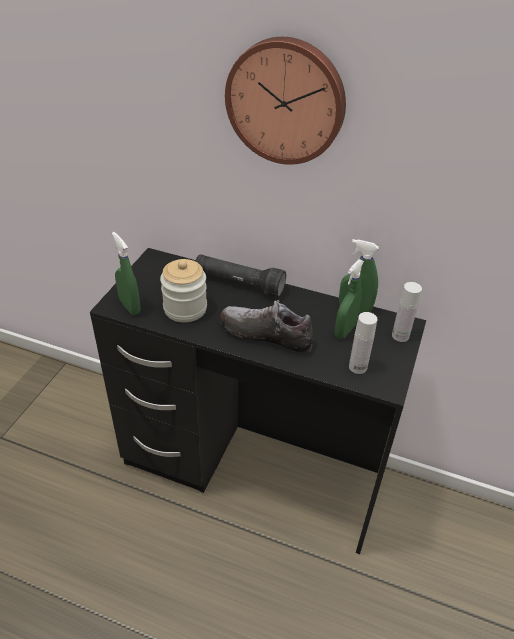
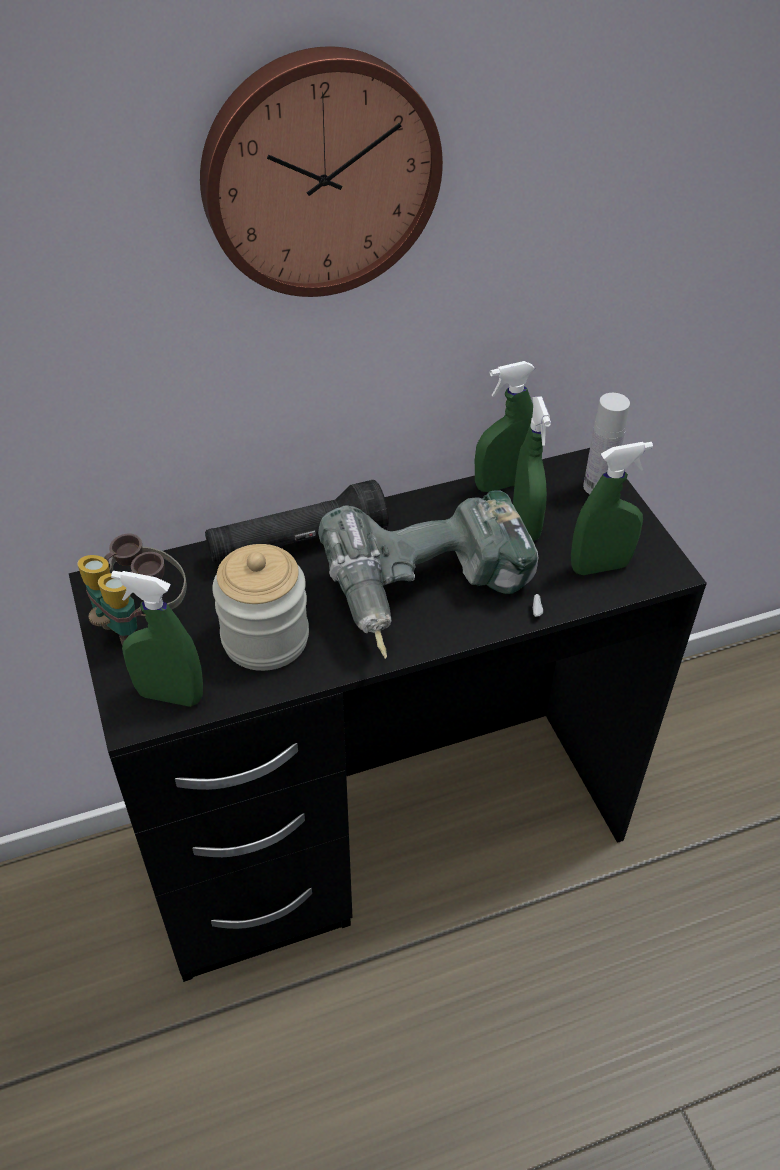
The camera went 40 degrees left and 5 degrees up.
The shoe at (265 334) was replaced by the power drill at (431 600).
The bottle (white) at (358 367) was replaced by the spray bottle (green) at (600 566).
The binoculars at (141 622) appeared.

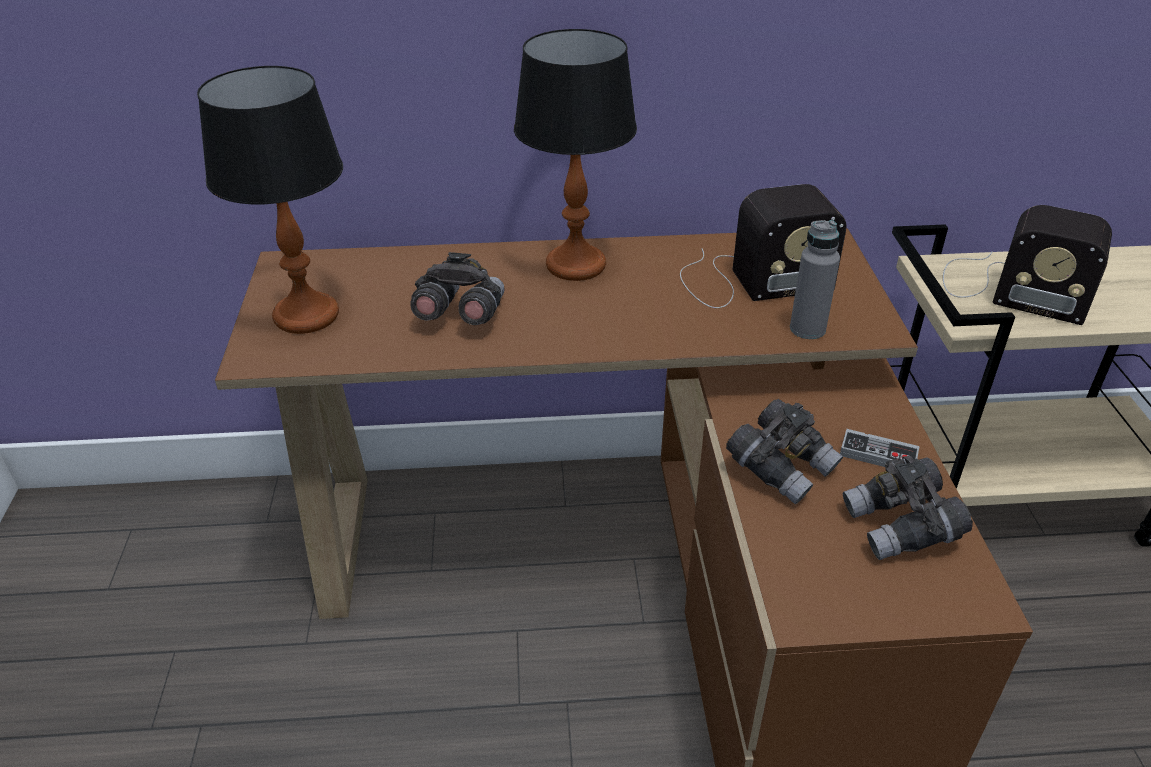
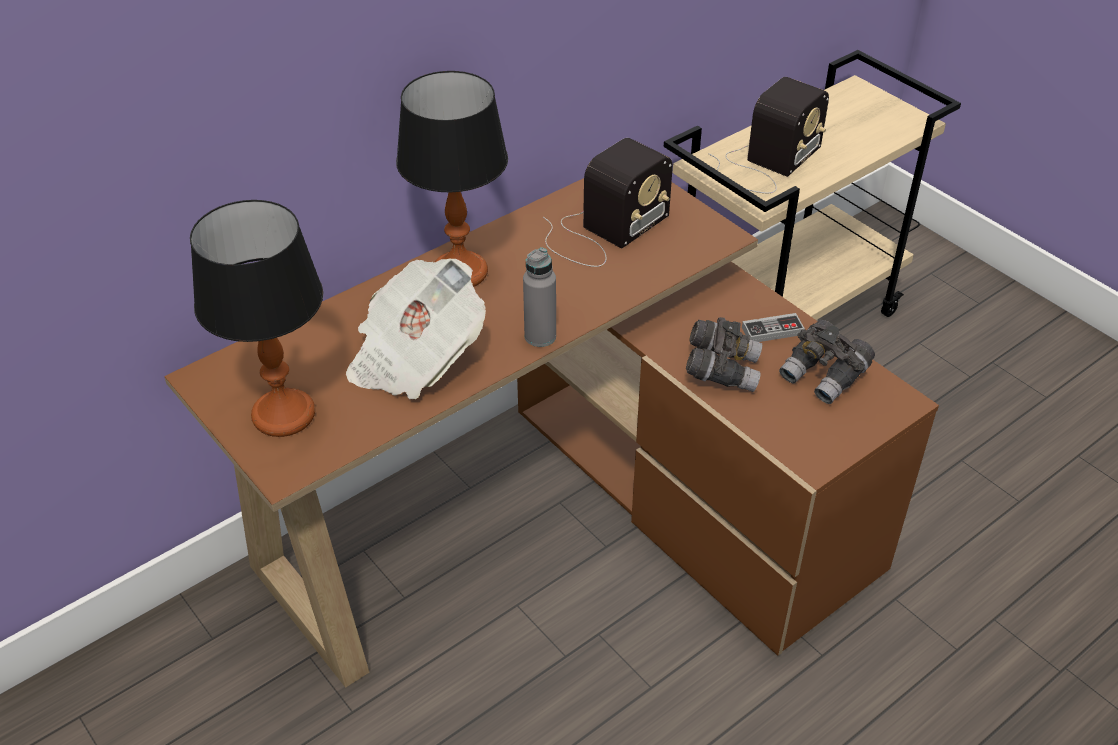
The camera went 35 degrees left and 5 degrees up.
The radio at (1008 289) turned 45 degrees counterclockwise.
The bottle (grey) moved from (807 329) to (540 336).
The binoculars (grey) at (460 316) was replaced by the newspaper at (415 357).

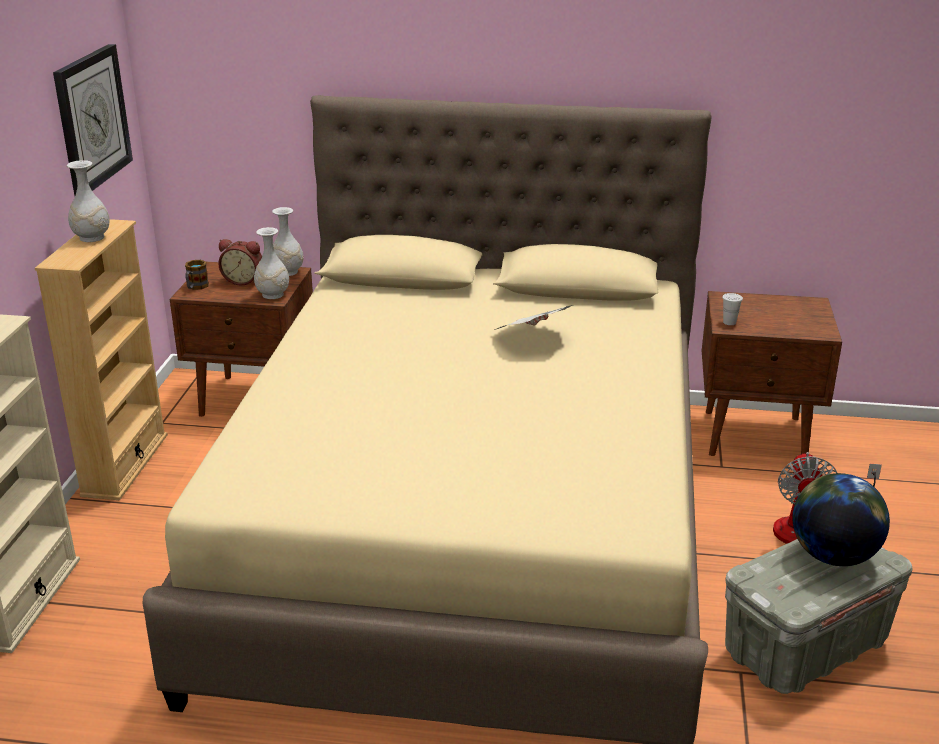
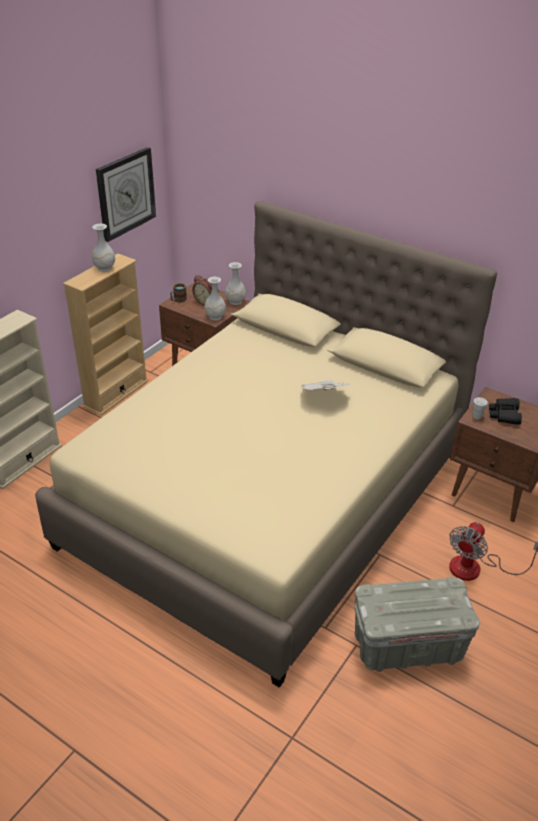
The camera went 25 degrees right and 10 degrees up.
The globe at (833 556) disappeared.
The binoculars (black) at (504 415) appeared.

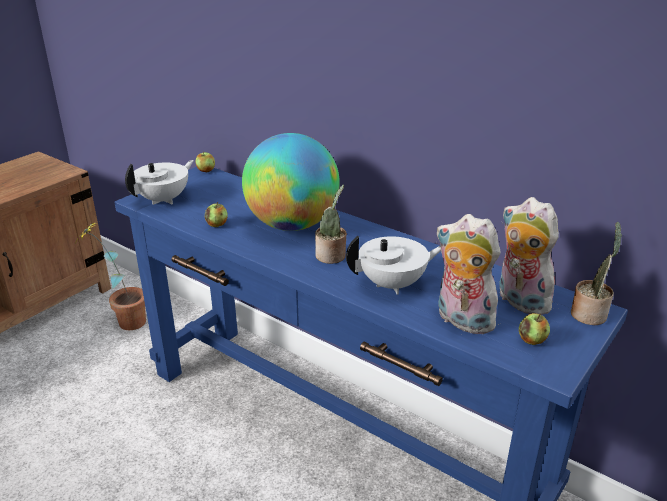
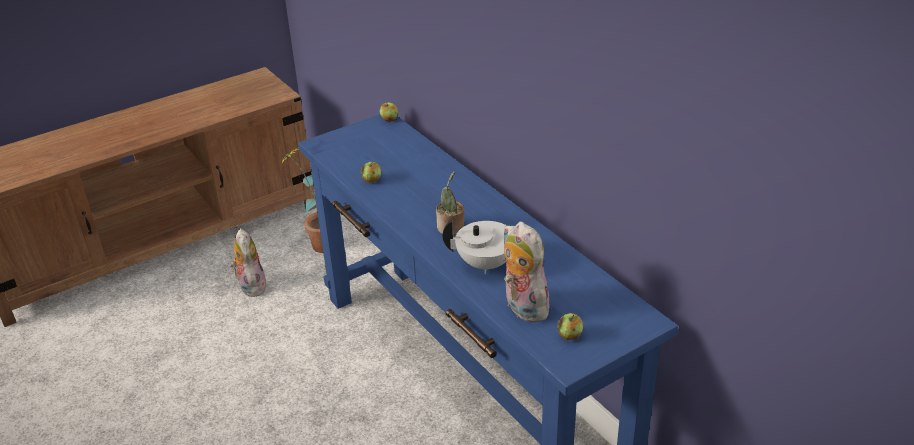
The camera went 20 degrees right and 5 degrees up.
The globe at (292 225) disappeared.
The teapot (white) at (164 200) disappeared.
The plush toy moved from (519 301) to (251 286).
The potted plant at (590 314) disappeared.

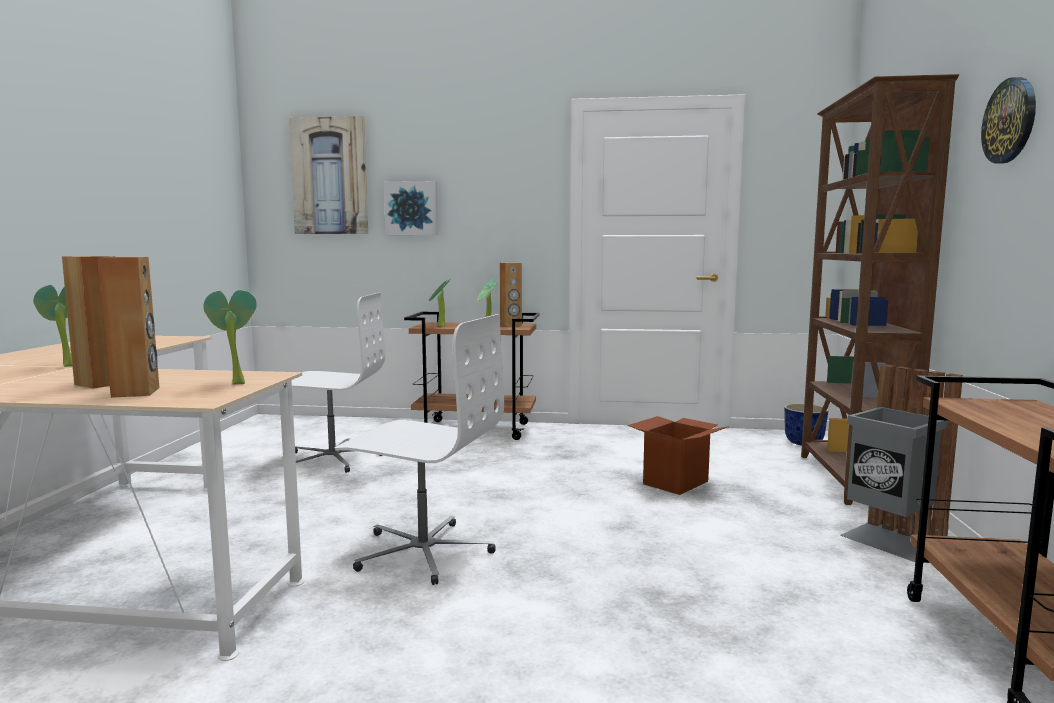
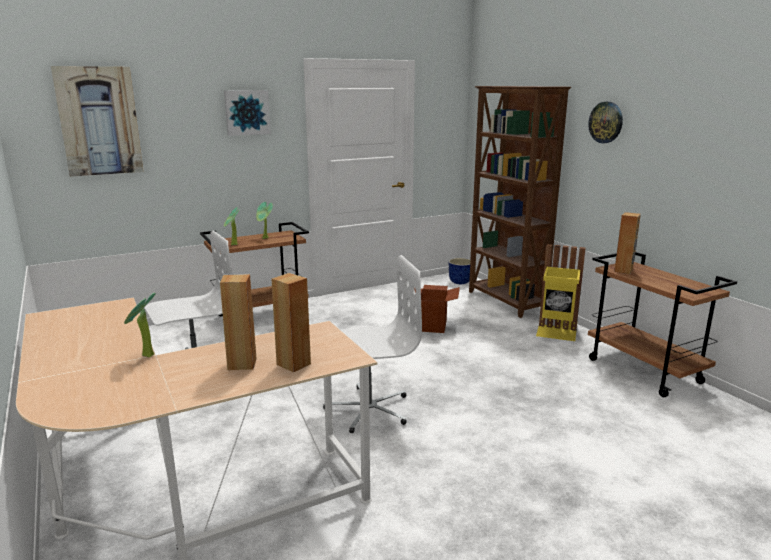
The camera went 35 degrees left and 10 degrees up.
The picture moved from (412 208) to (247 112).
The speaker (brown) moved from (511 325) to (623 271).
The potted plant at (235 383) disappeared.
The trash can (grey) at (890 541) became the trash can (yellow) at (556 333).

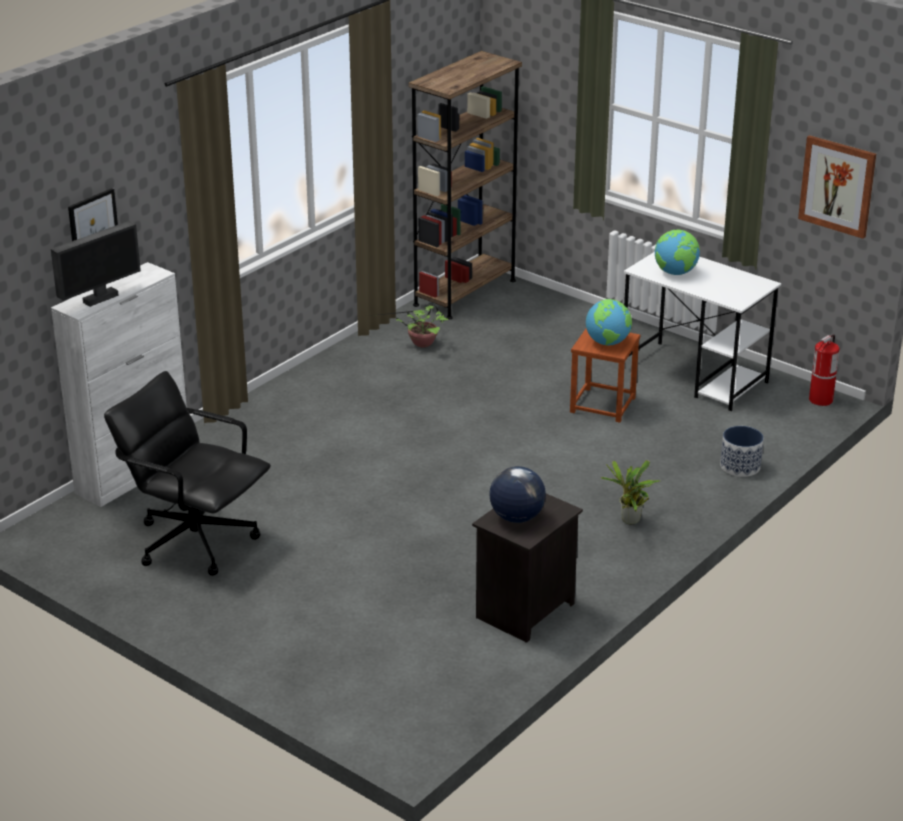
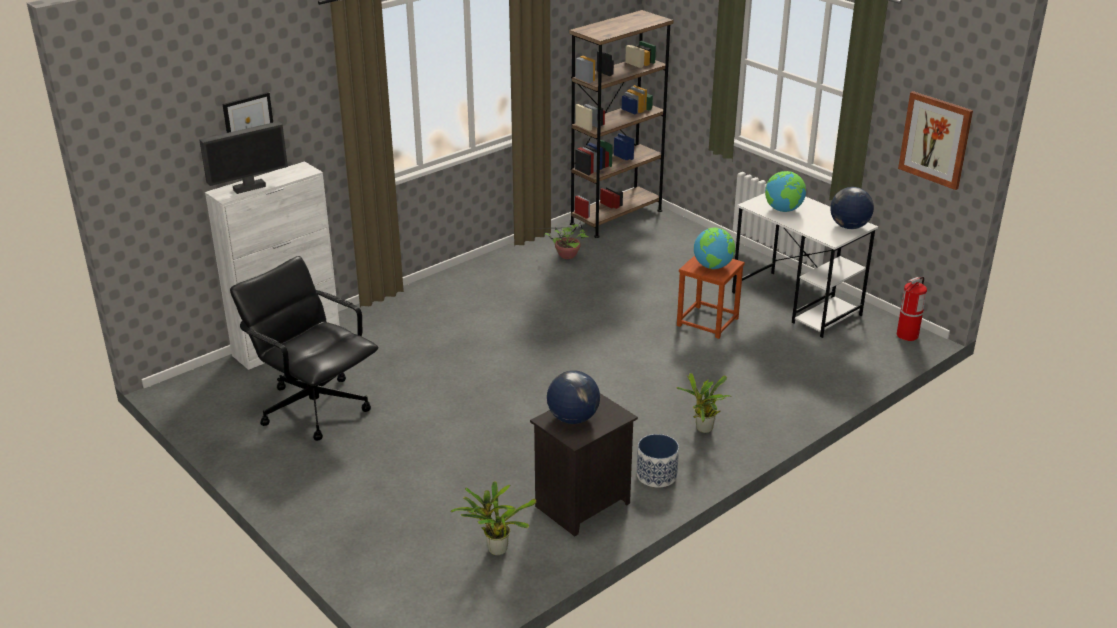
The camera went 10 degrees right and 0 degrees up.
The planter moved from (740 467) to (656 475).
The globe at (849 227) appeared.
The potted plant at (495 549) appeared.

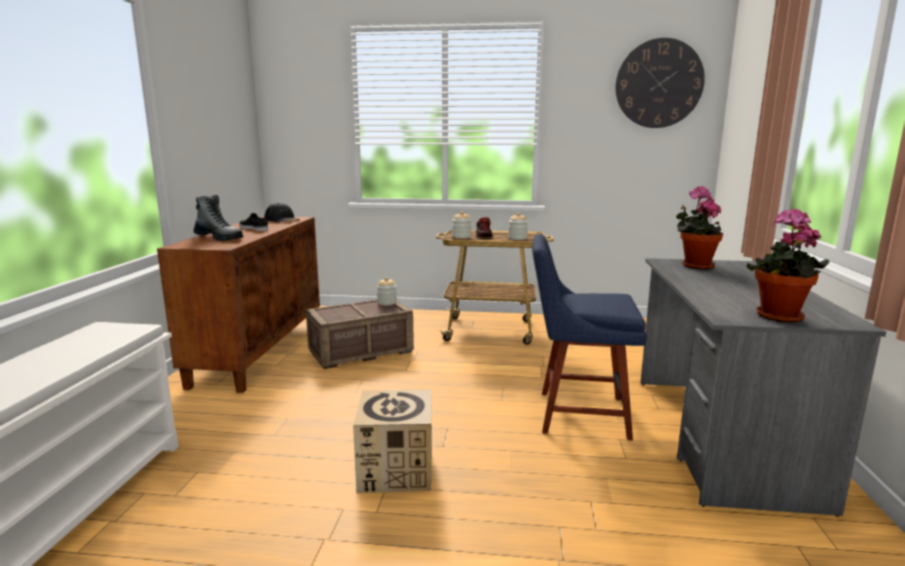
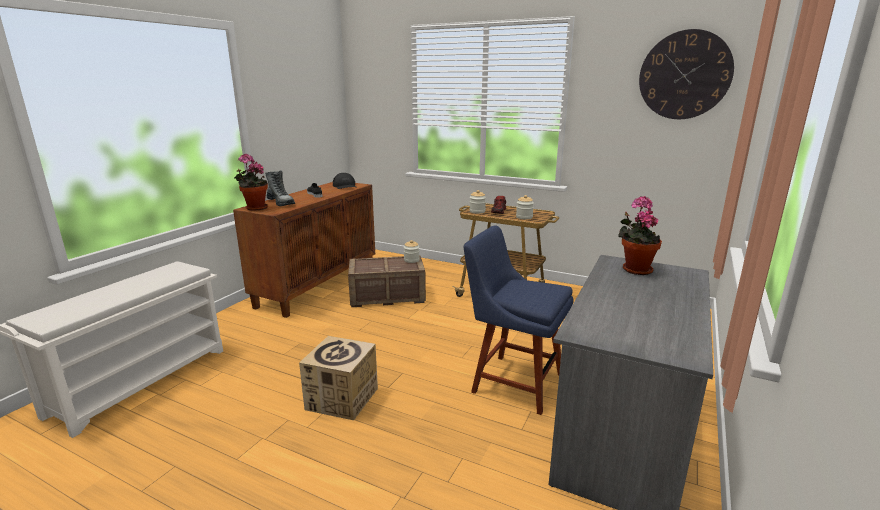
The camera went 20 degrees right and 5 degrees up.
The potted plant moved from (778 318) to (254 208).

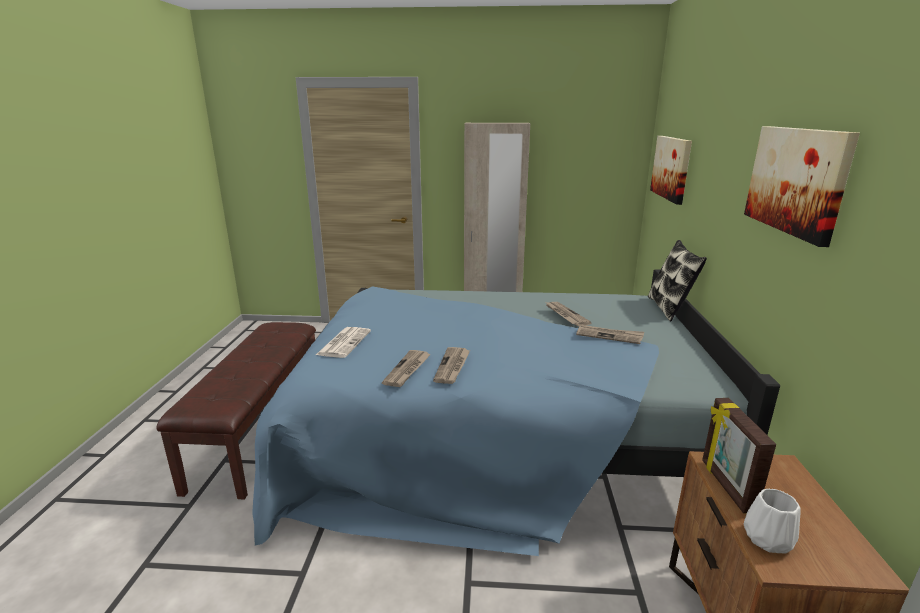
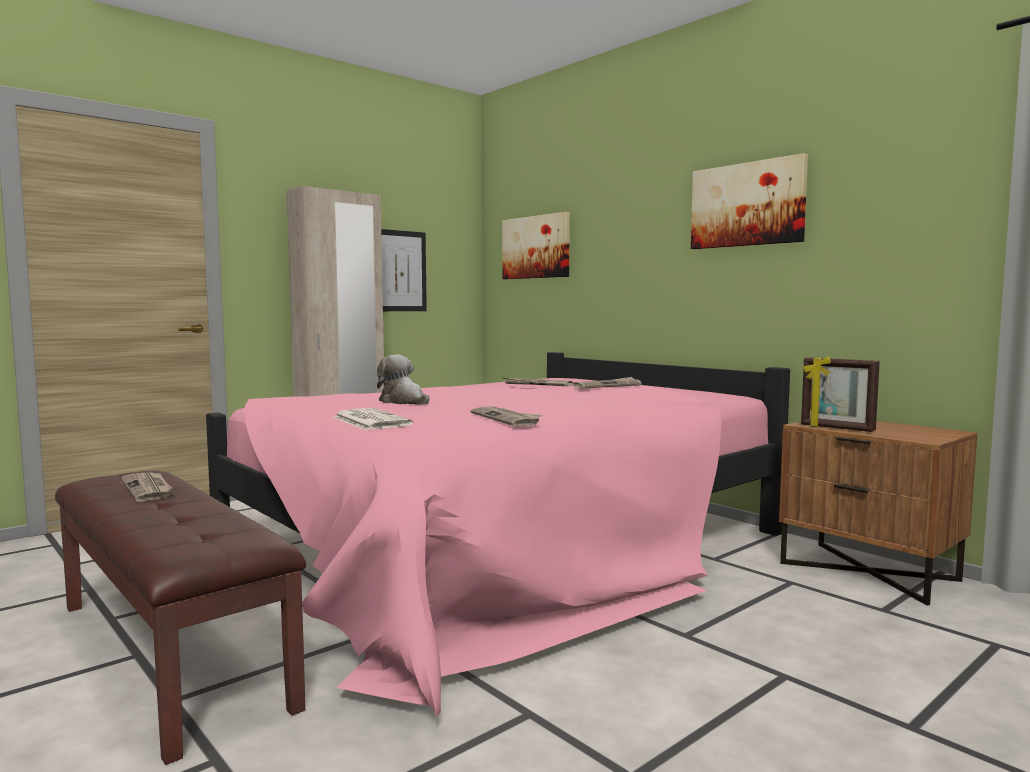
The camera went 45 degrees left and 15 degrees down.
The pillow at (669 308) disappeared.
The bed (blue) at (496 434) became the bed (pink) at (507 548).
The newspaper moved from (452 367) to (148 489).
The vase (white) at (769 539) disappeared.
The picture at (401 271) appeared.
The plush toy at (403 402) appeared.

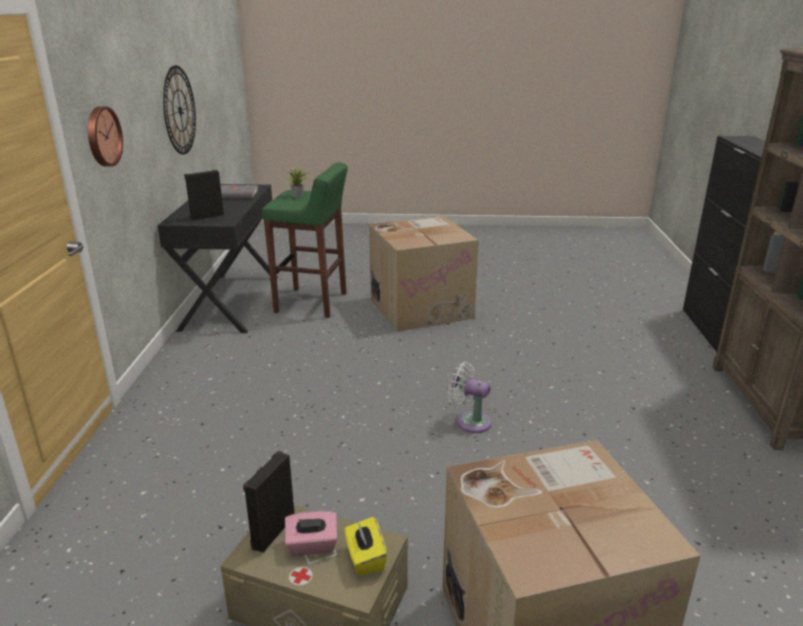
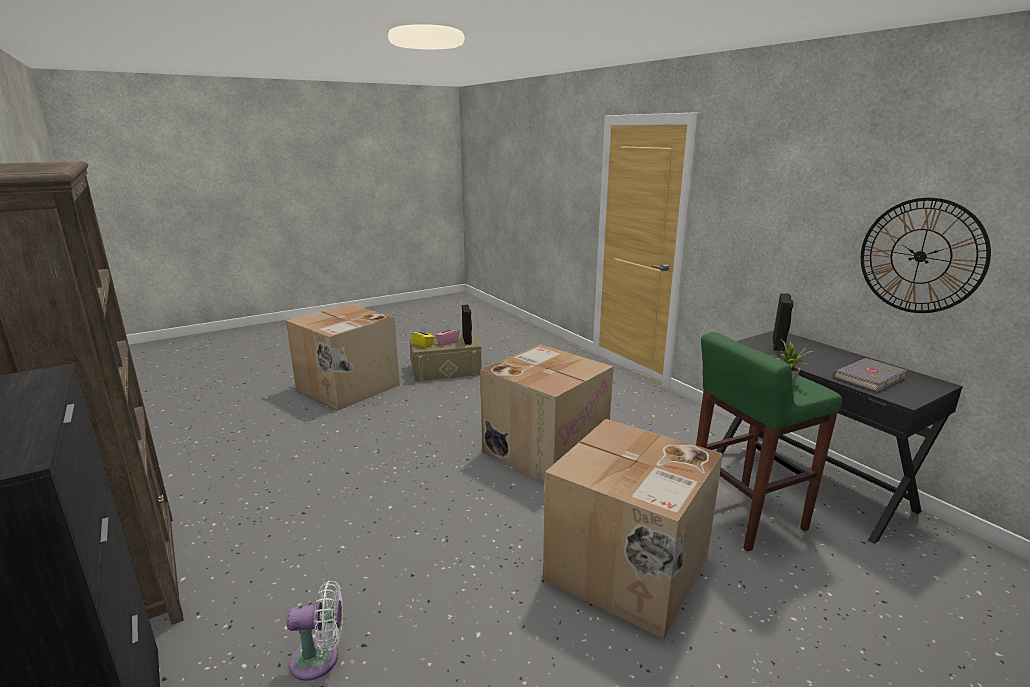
The camera went 145 degrees right and 5 degrees down.
The wall clock at (102 136) disappeared.
The fan (white) moved from (470 421) to (320 659).
The cardboard box at (545 449) appeared.

